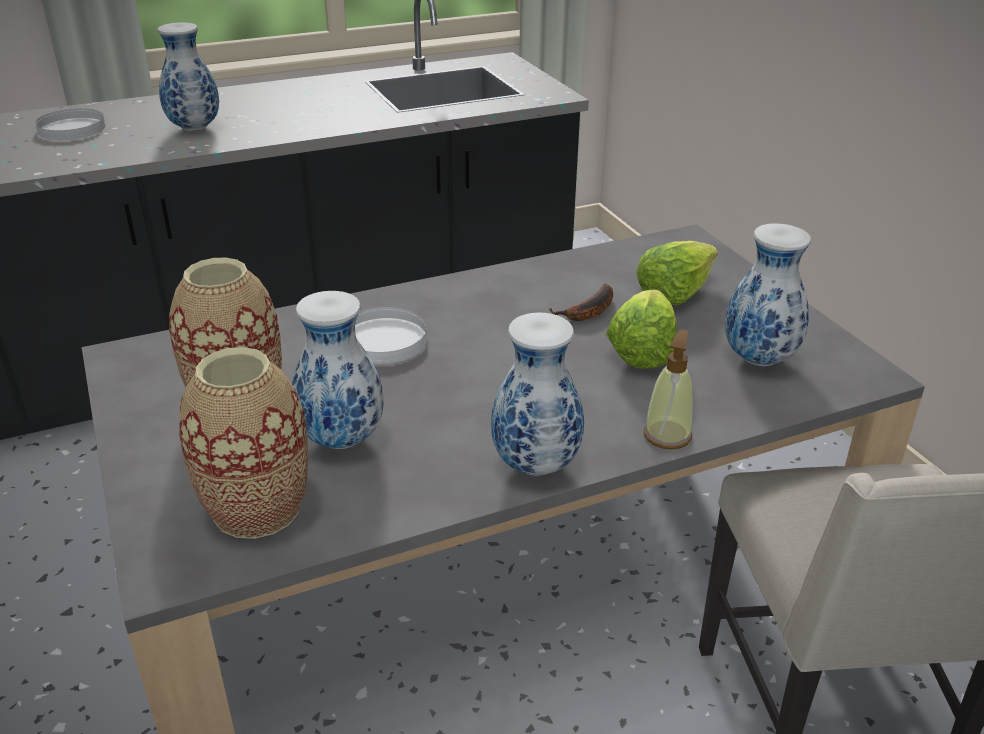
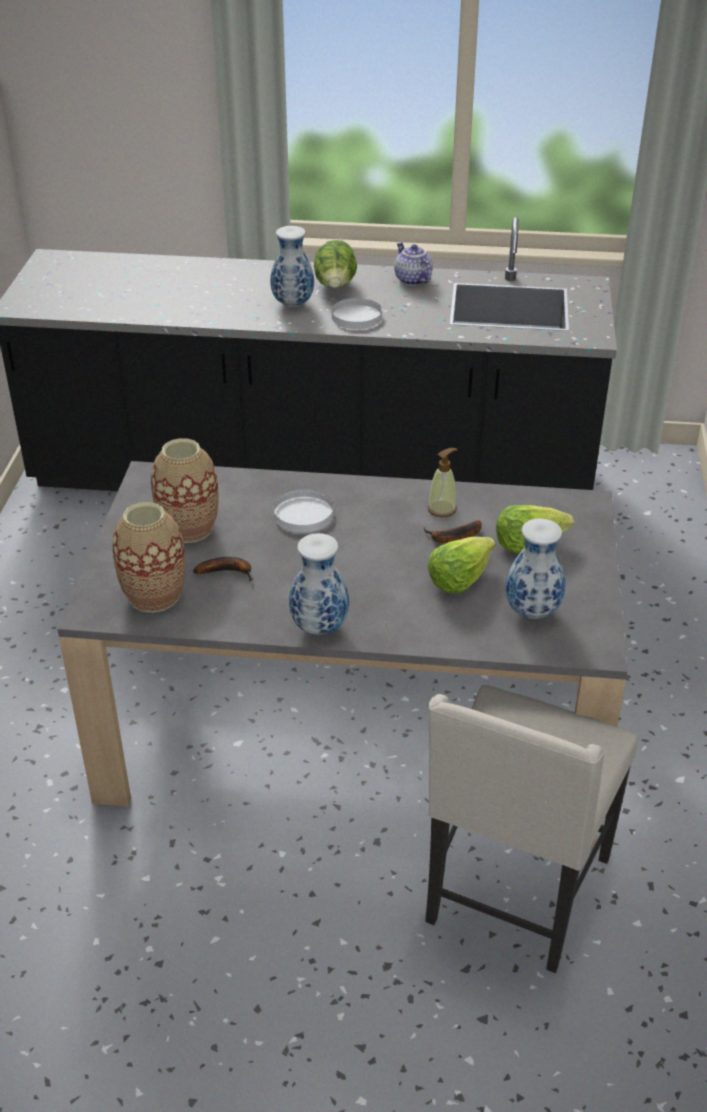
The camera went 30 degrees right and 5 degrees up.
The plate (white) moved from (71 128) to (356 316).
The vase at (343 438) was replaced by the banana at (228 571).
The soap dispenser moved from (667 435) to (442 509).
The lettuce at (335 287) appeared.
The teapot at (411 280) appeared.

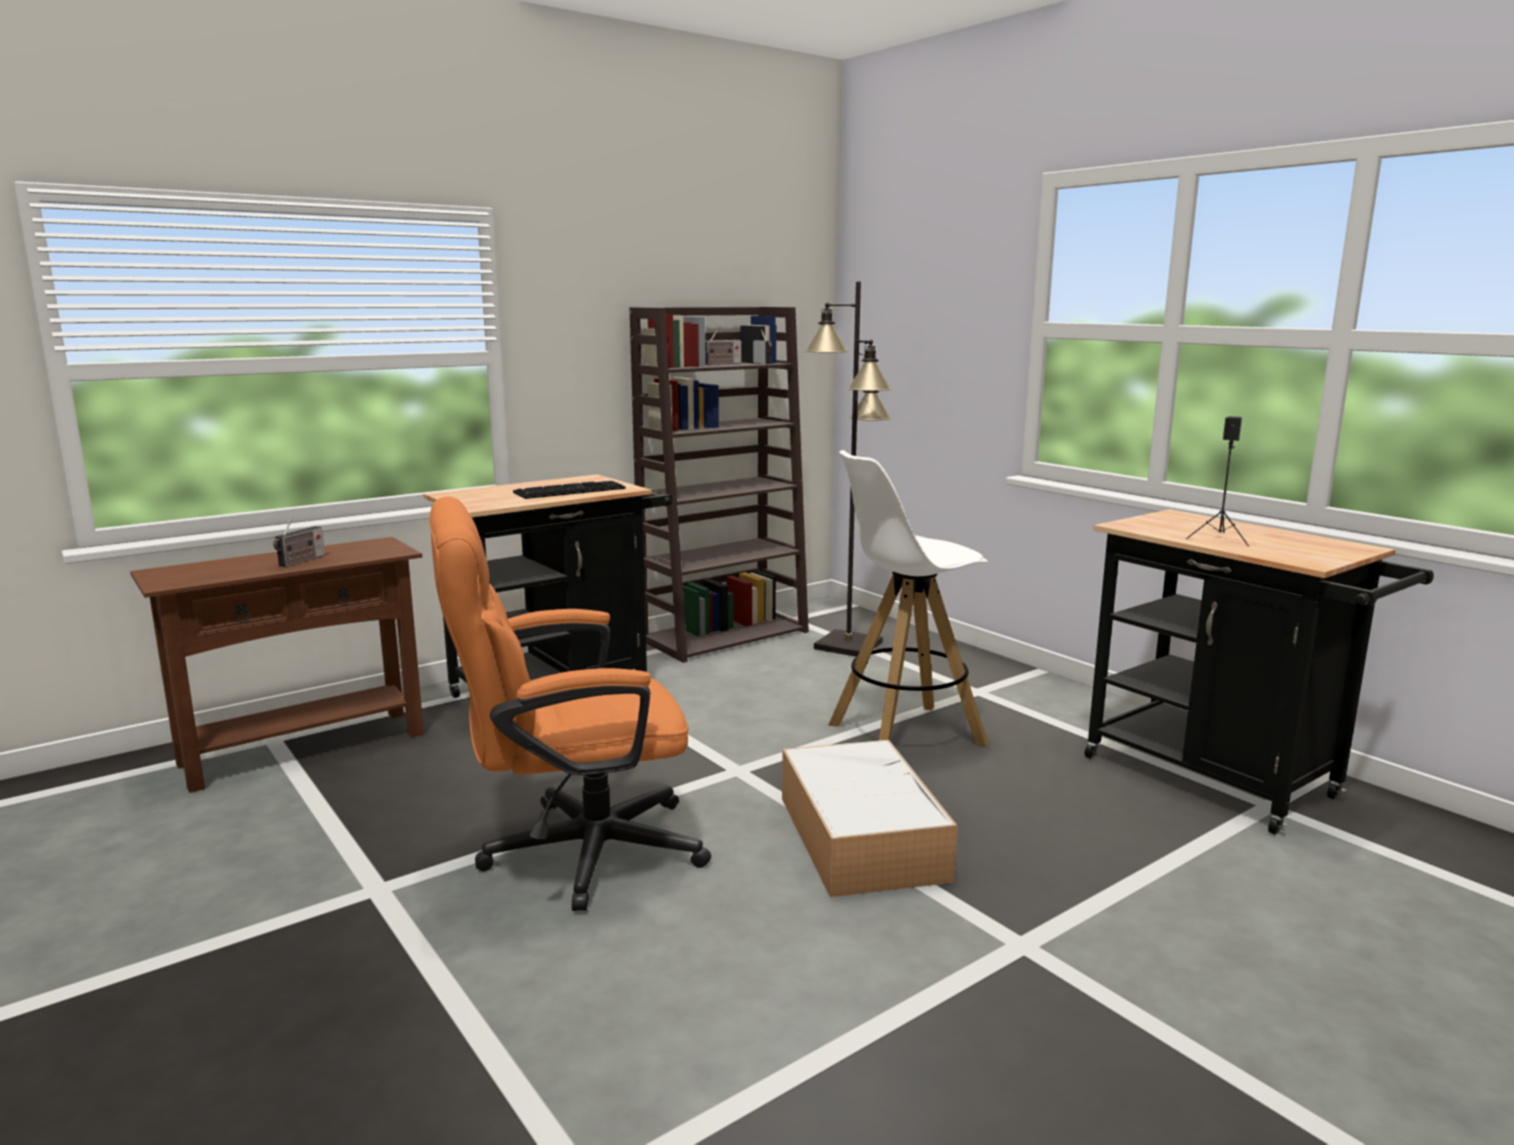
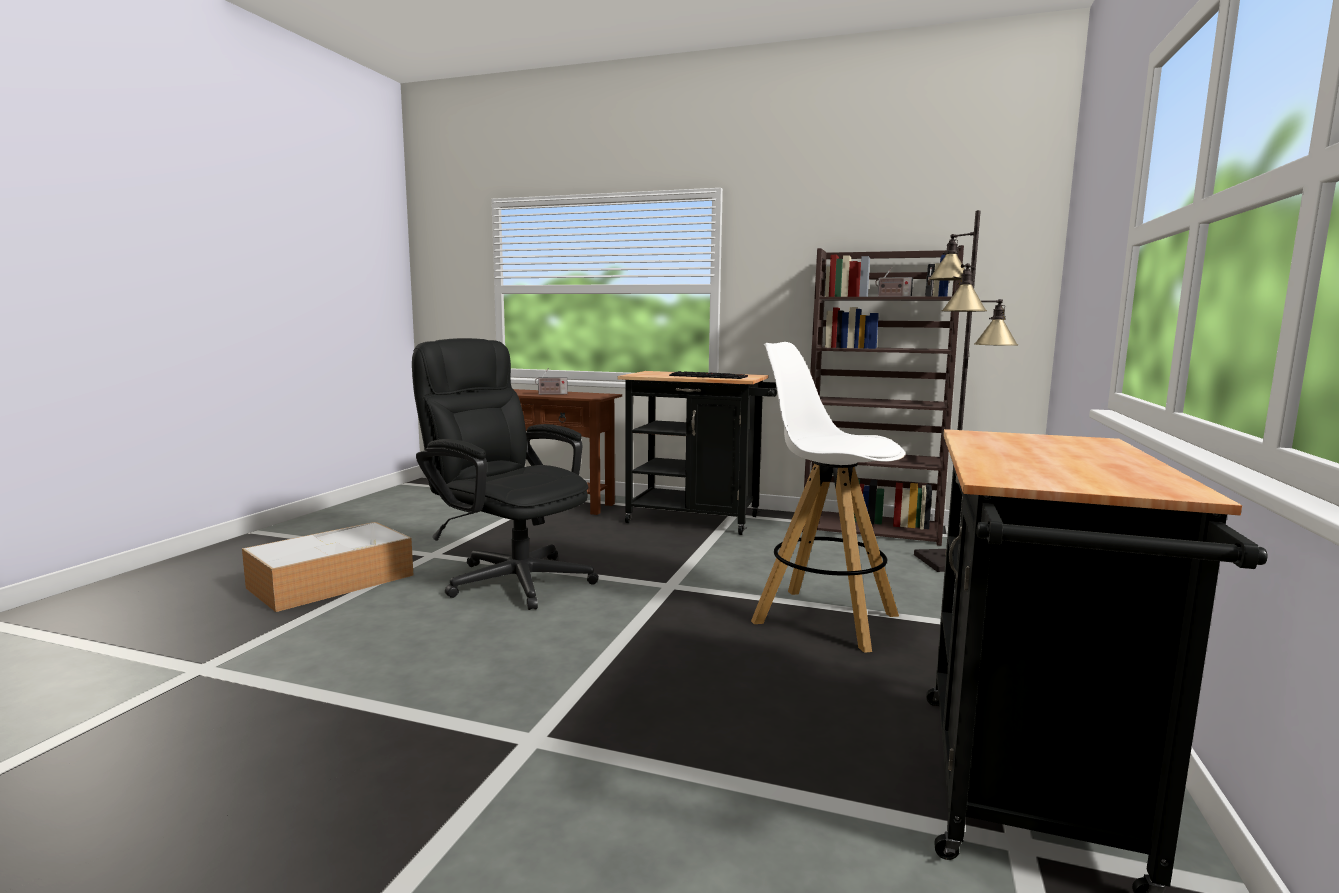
The camera went 55 degrees right and 5 degrees down.
The speaker (black) at (1220 539) disappeared.
The office chair (orange) at (572 853) became the office chair (black) at (510 577).
The storage box moved from (859 836) to (333 581).

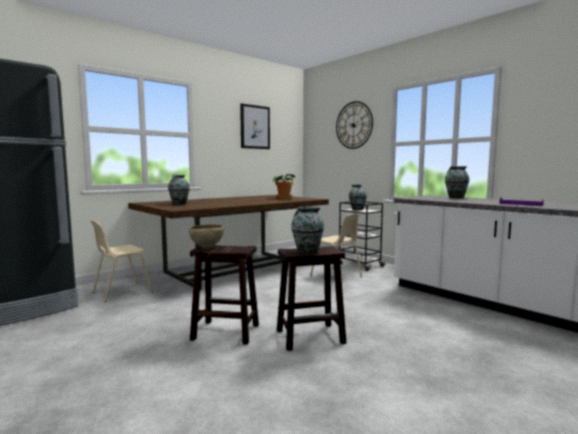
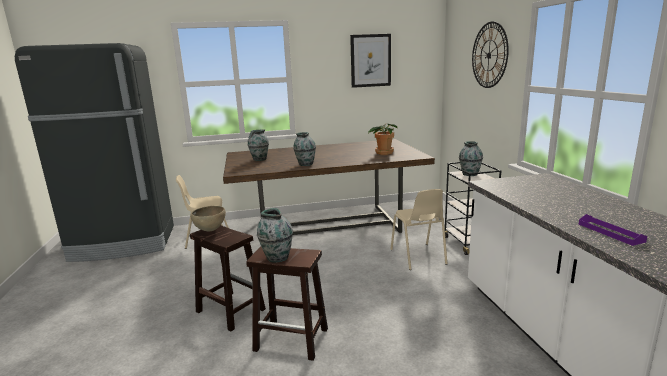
The camera went 30 degrees right and 10 degrees up.
The vase moved from (455 197) to (305 164).

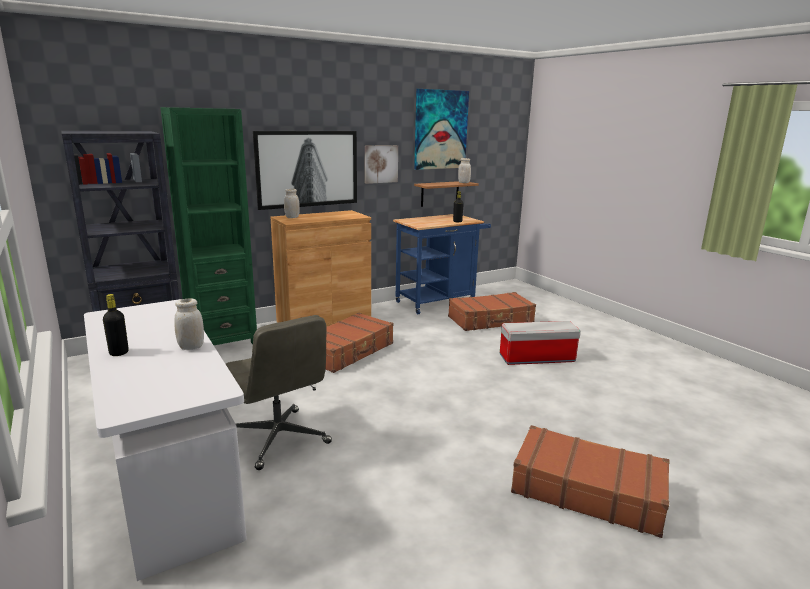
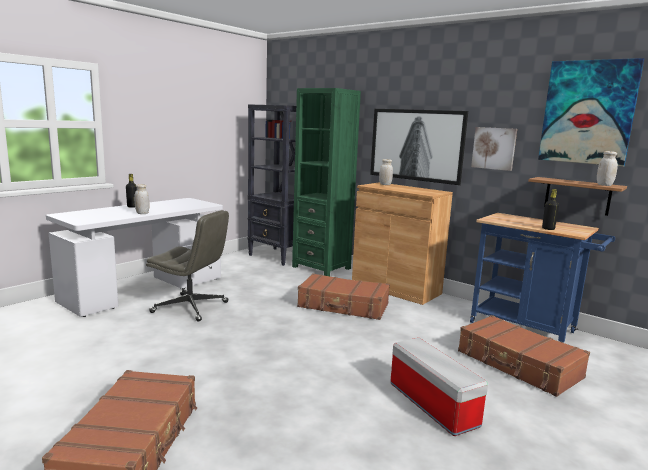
The camera went 70 degrees right and 5 degrees down.
The office chair (grey) at (279 439) turned 105 degrees counterclockwise.

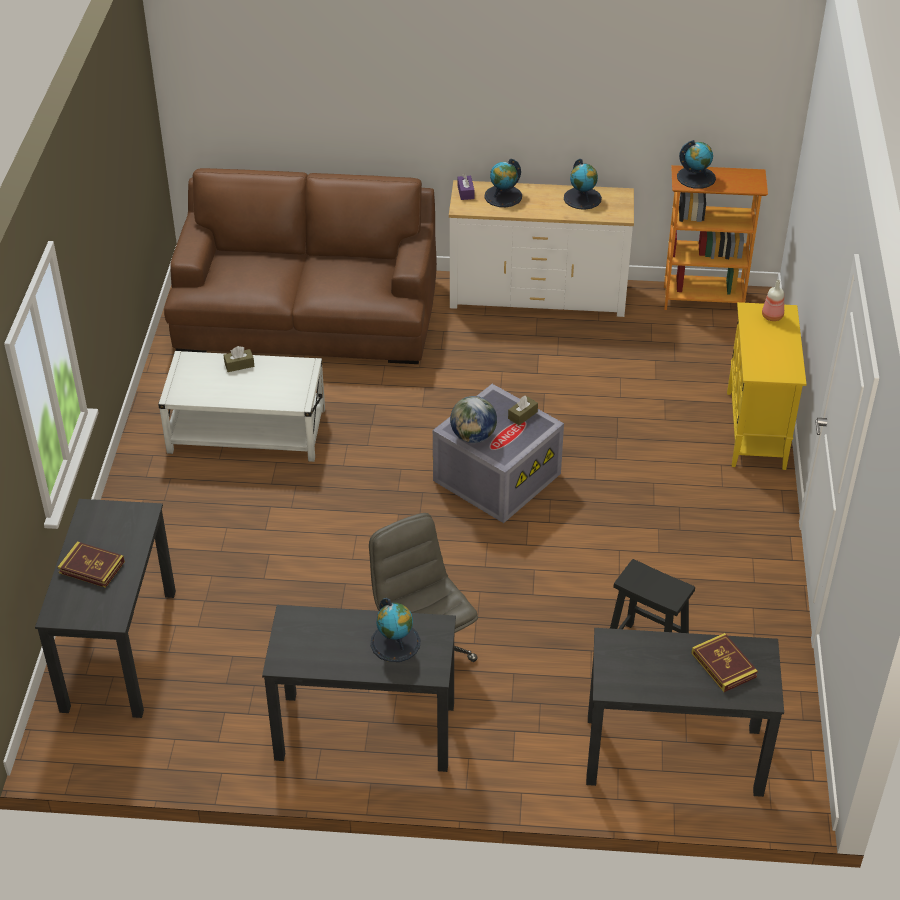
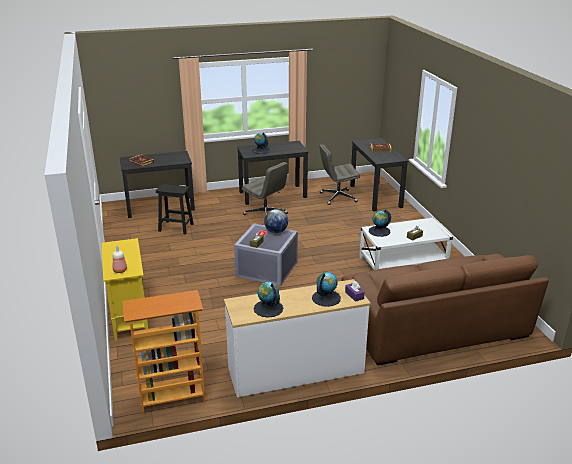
The camera went 160 degrees right and 15 degrees down.
The globe moved from (696 177) to (379 231).
The office chair (grey) at (337 197) appeared.

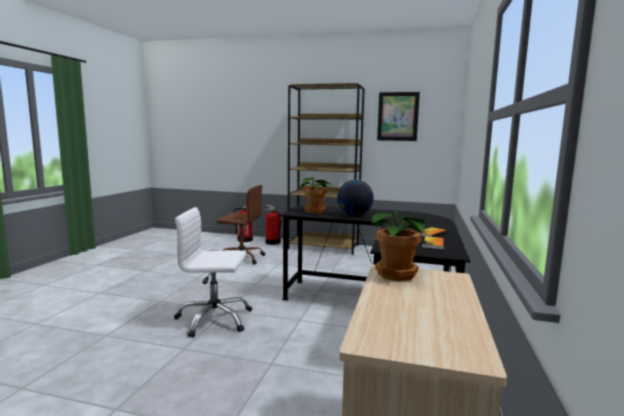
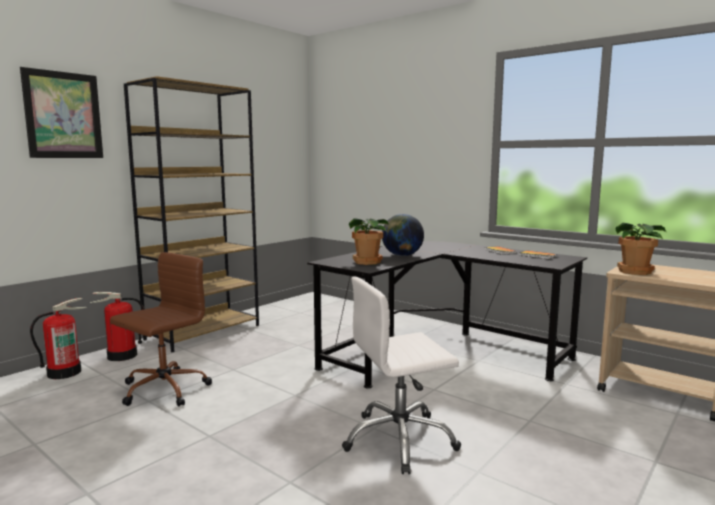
The camera went 65 degrees left and 0 degrees up.
The picture moved from (398 116) to (63 115).
The office chair (white) at (214 319) turned 45 degrees clockwise.

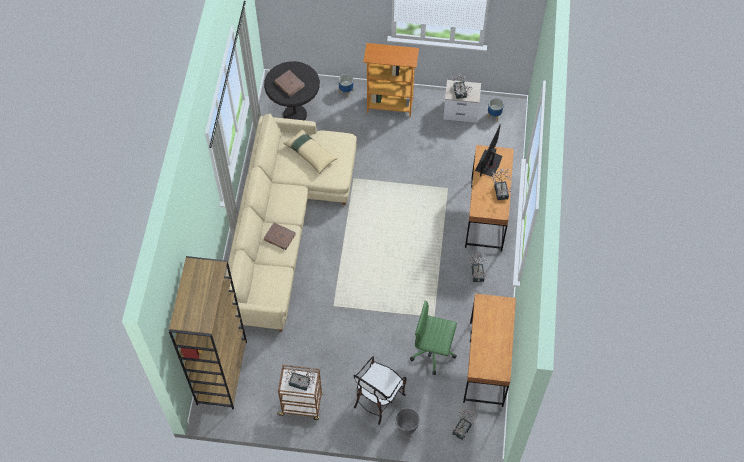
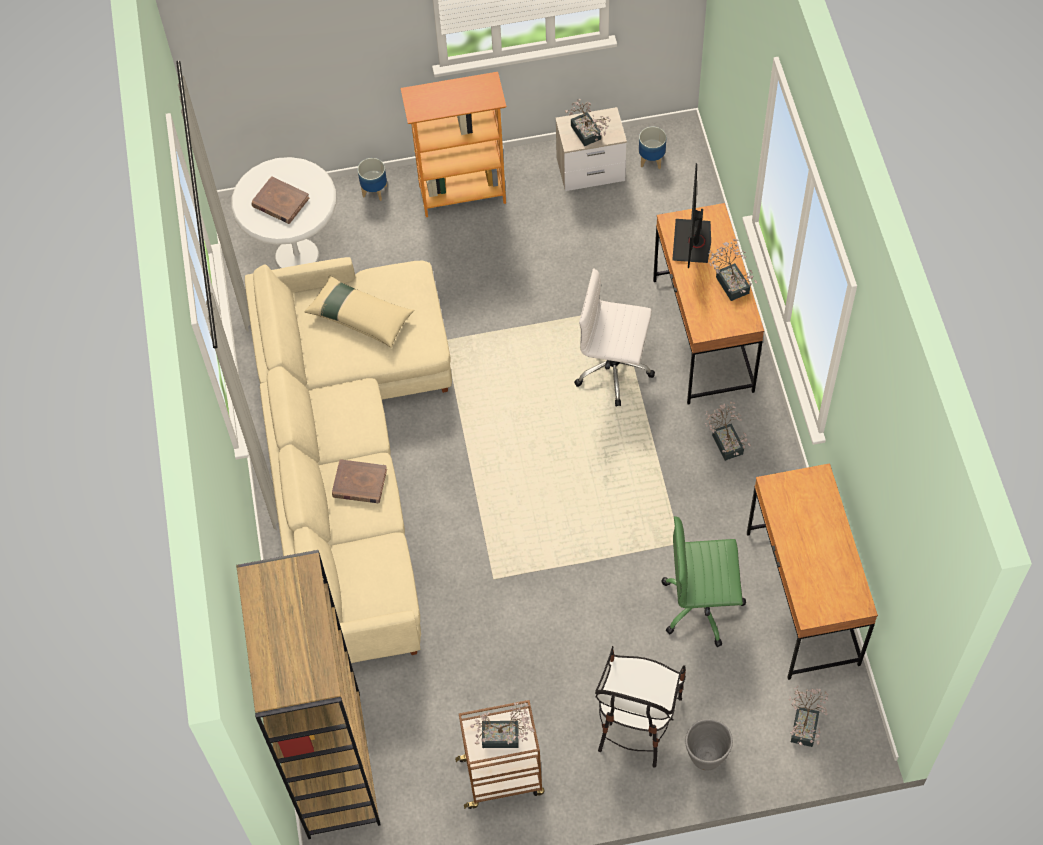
The camera went 15 degrees left and 0 degrees up.
The side table (black) at (295 114) became the side table (white) at (297 257).
The office chair (white) at (615 369) appeared.

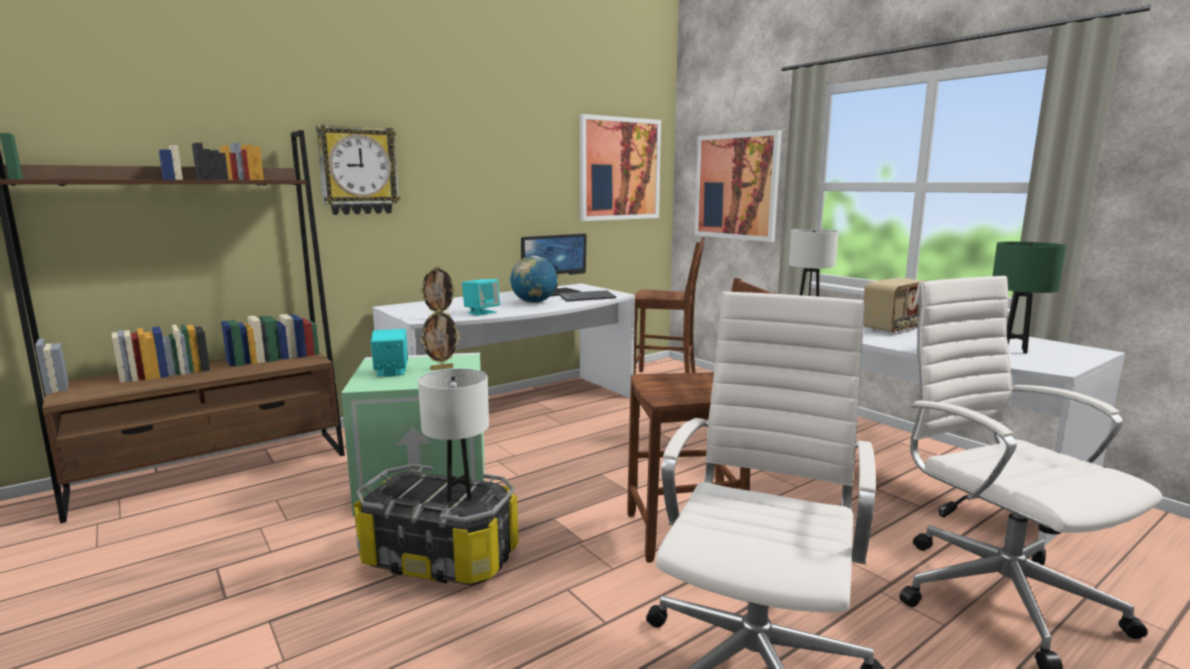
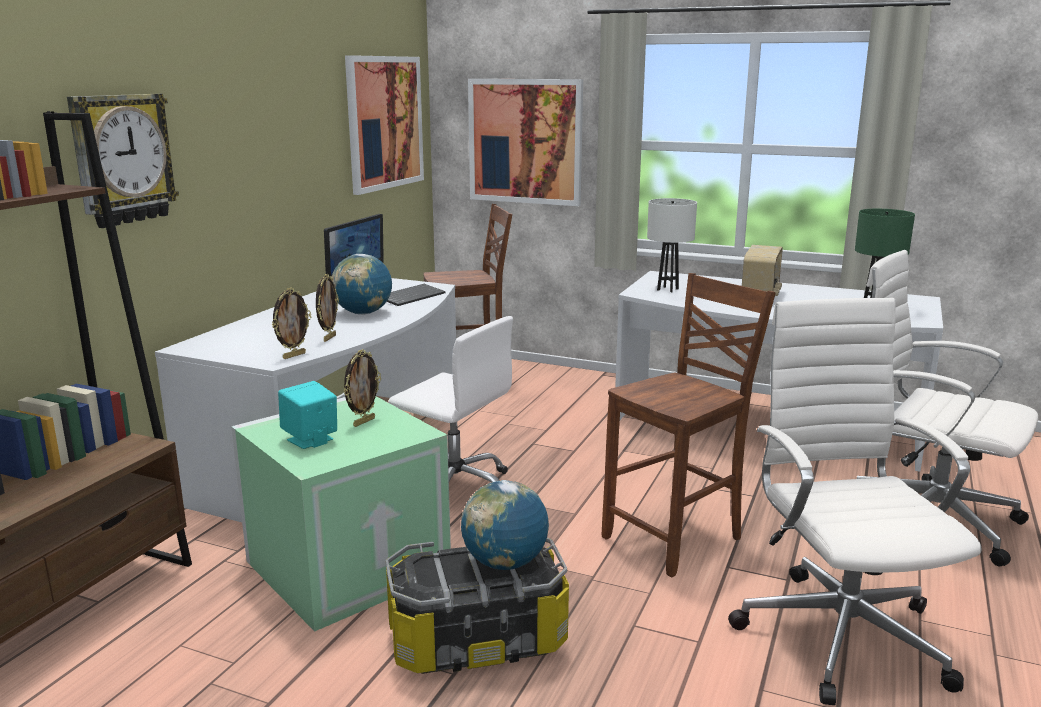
The camera went 30 degrees left and 5 degrees up.
The speaker (turquoise) at (481 312) was replaced by the picture frame at (329 338).
The table lamp (white) at (458 495) was replaced by the globe at (505 563).
The office chair (white) at (456 490) appeared.

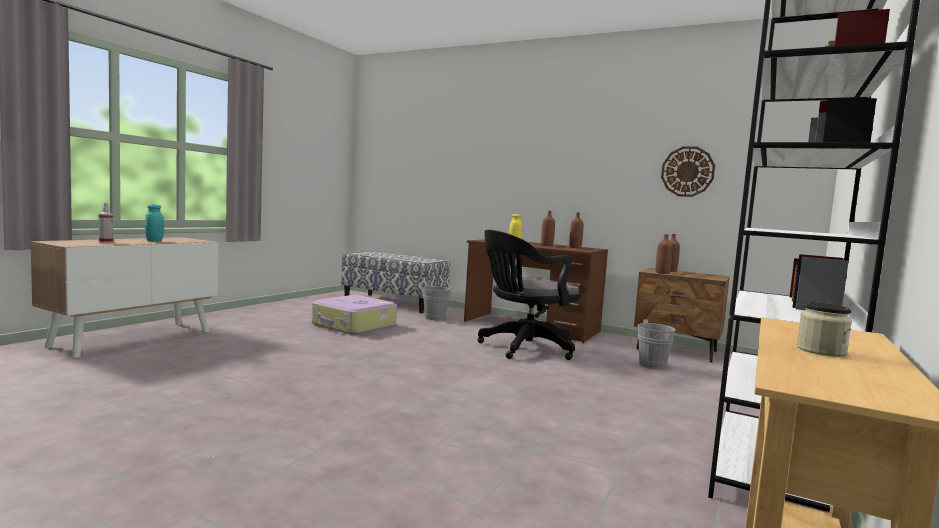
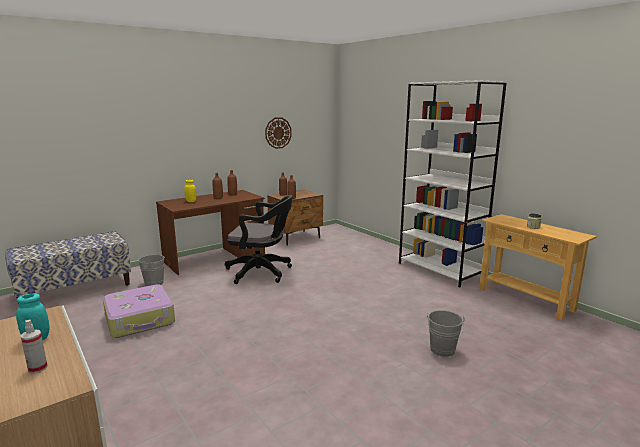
The camera went 65 degrees left and 10 degrees up.
The office chair (black) at (523 348) turned 75 degrees counterclockwise.
The bucket (grey) moved from (649 365) to (442 351).

